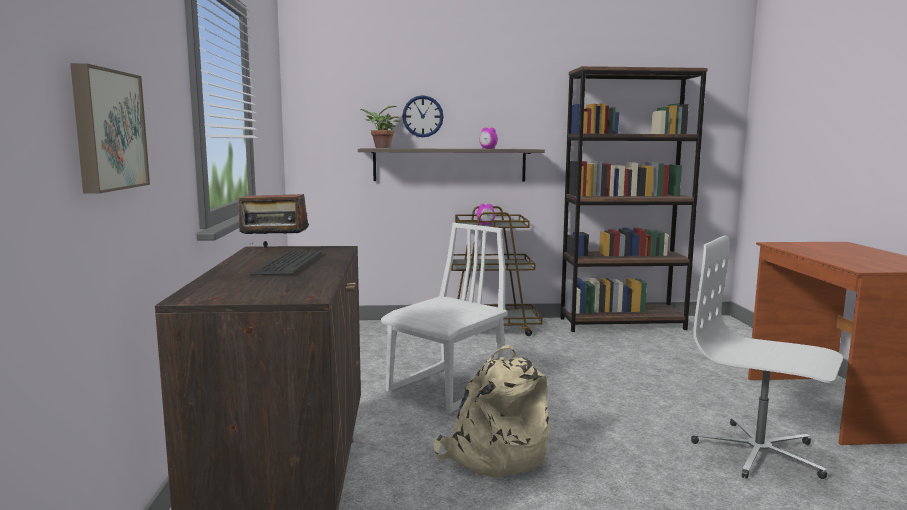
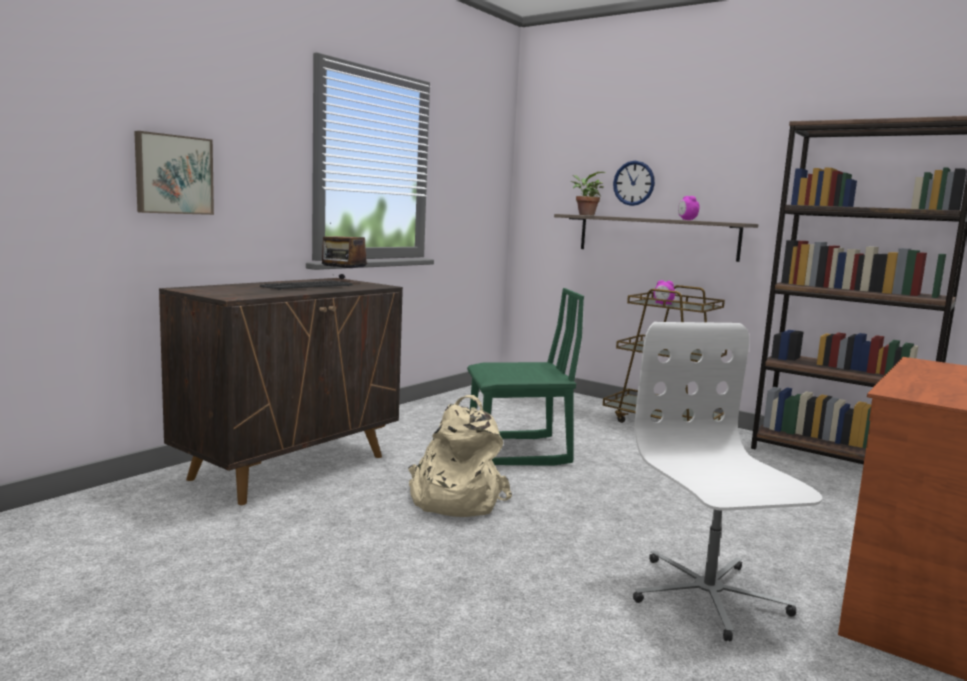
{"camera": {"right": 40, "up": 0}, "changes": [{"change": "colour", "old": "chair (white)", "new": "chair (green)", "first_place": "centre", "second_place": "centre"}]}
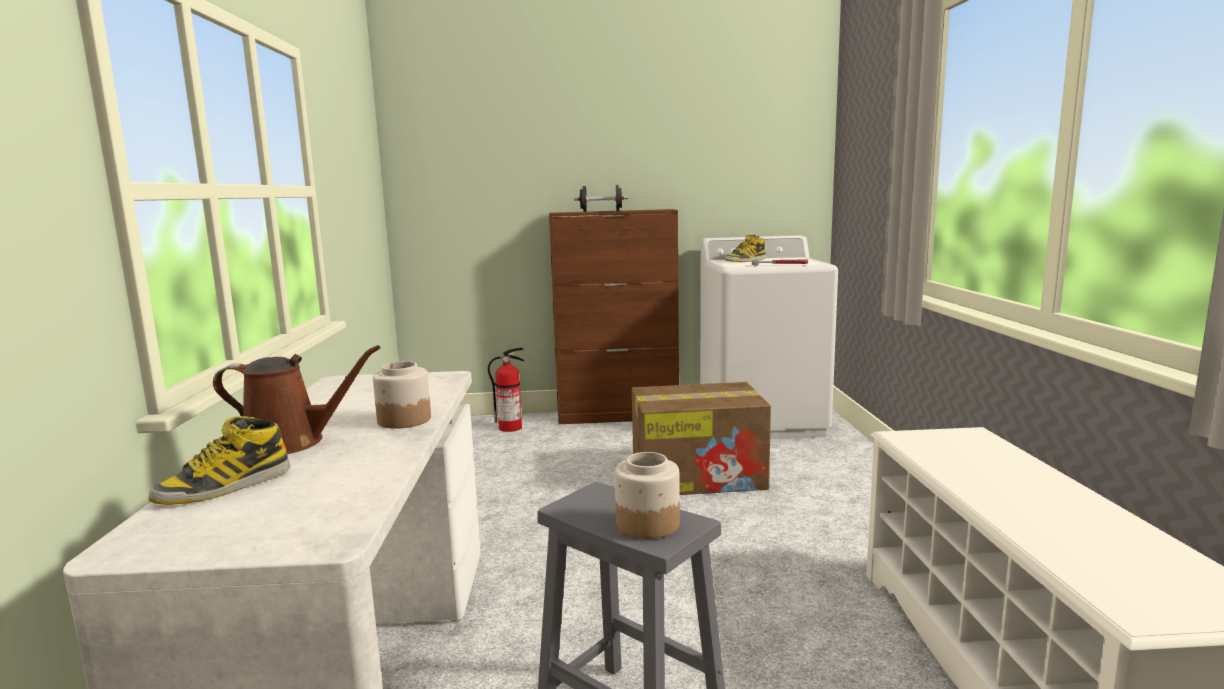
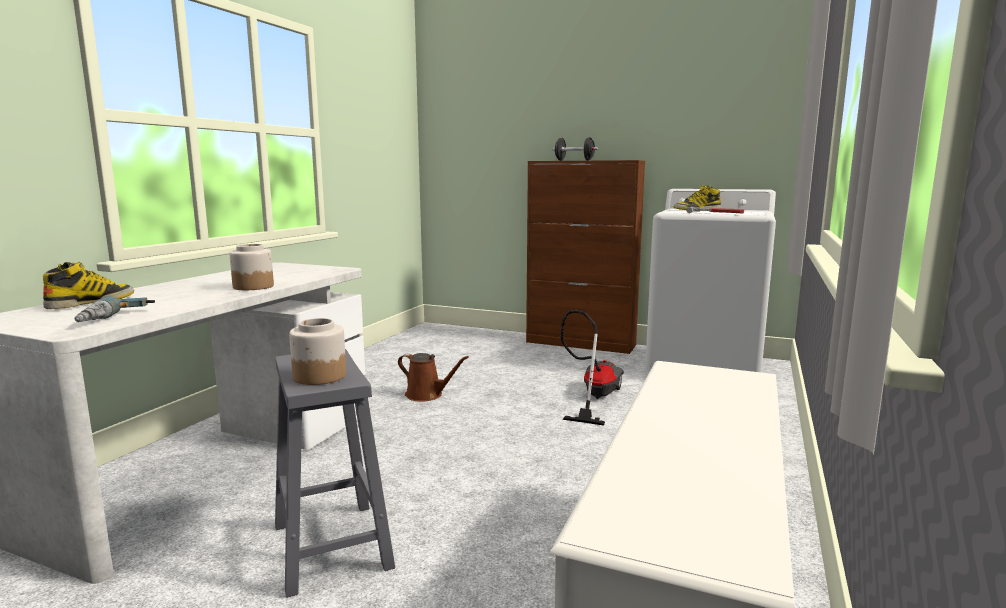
{"camera": {"right": 25, "up": 0}, "changes": [{"change": "relocated", "old": "watering can (brown)", "first_place": "middle left", "second_place": "centre"}, {"change": "missing", "old": "fire extinguisher", "first_place": "centre"}, {"change": "exchanged", "old": "cardboard box", "new": "vacuum cleaner", "first_place": "centre", "second_place": "centre"}, {"change": "spun", "old": "boot (no. 1 from left)", "first_place": "bottom left", "second_place": "middle left", "degrees": 135}, {"change": "appeared", "new": "power drill", "second_place": "middle left"}]}
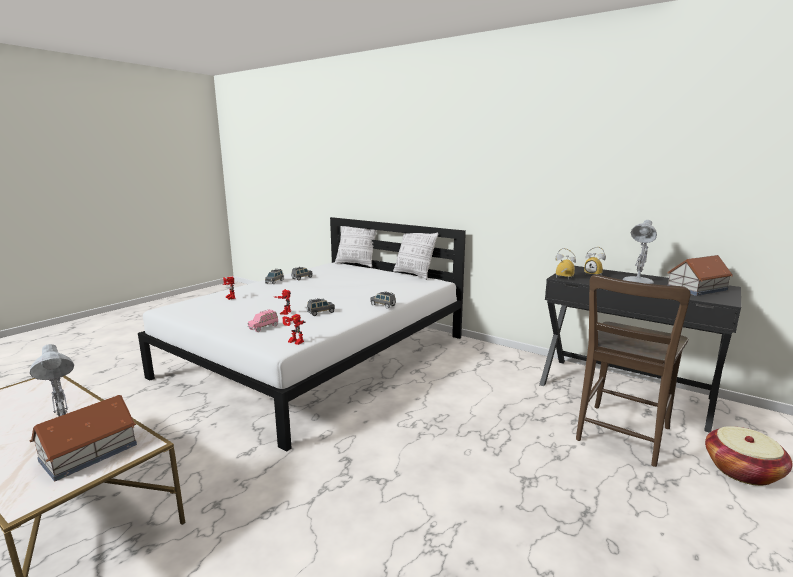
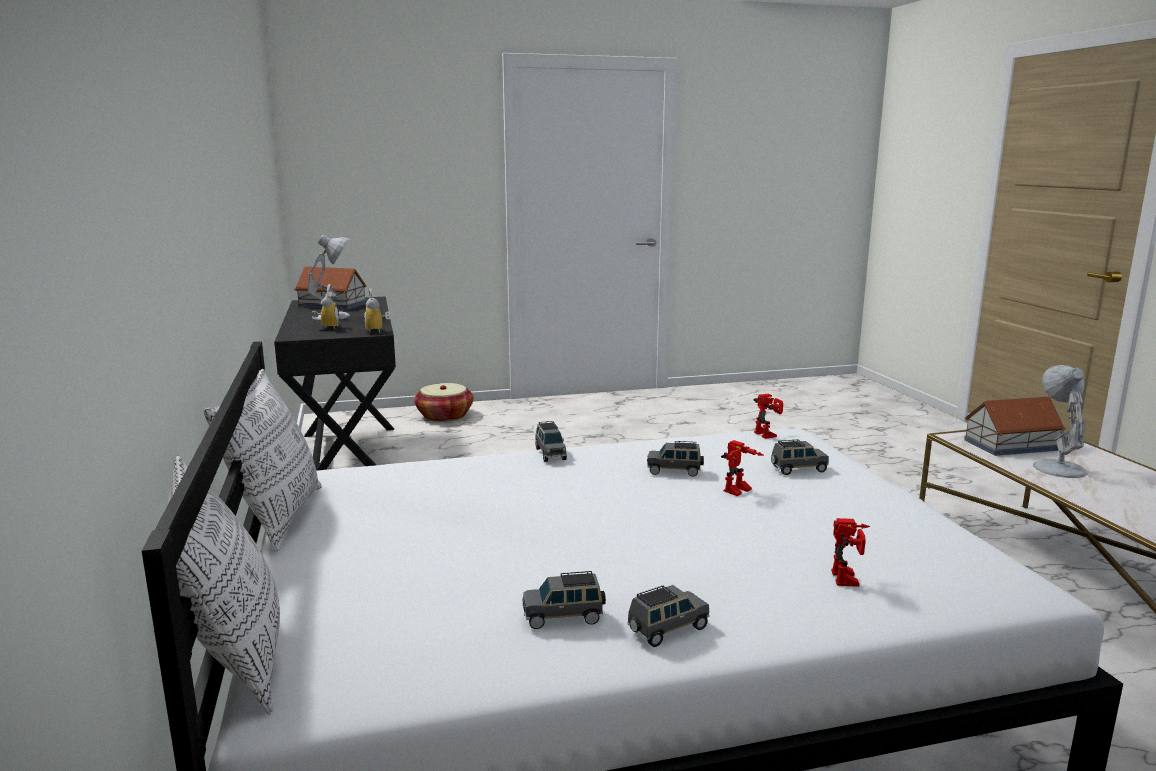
{"camera": {"right": -140, "up": 0}, "changes": [{"change": "missing", "old": "chair (brown)", "first_place": "middle right"}, {"change": "colour", "old": "toy car (pink)", "new": "toy car (grey) (no. 5 from left)", "first_place": "middle left", "second_place": "middle right"}]}
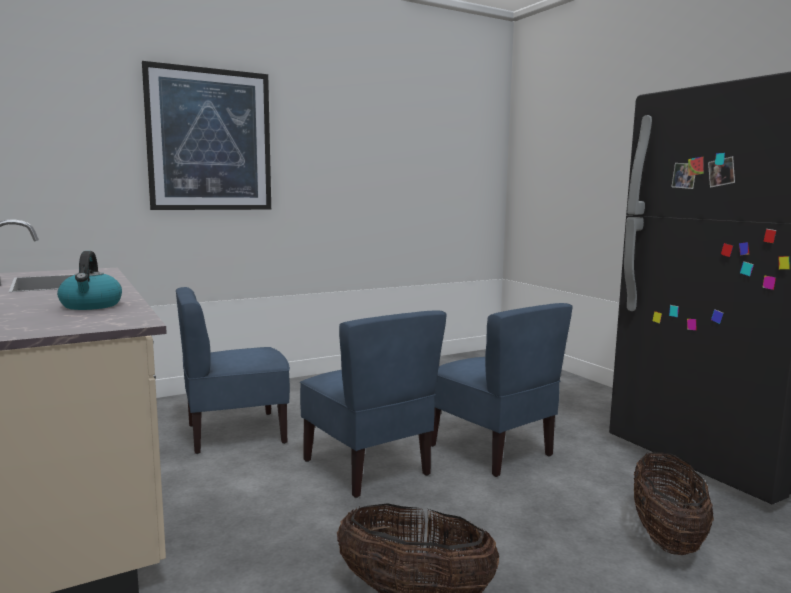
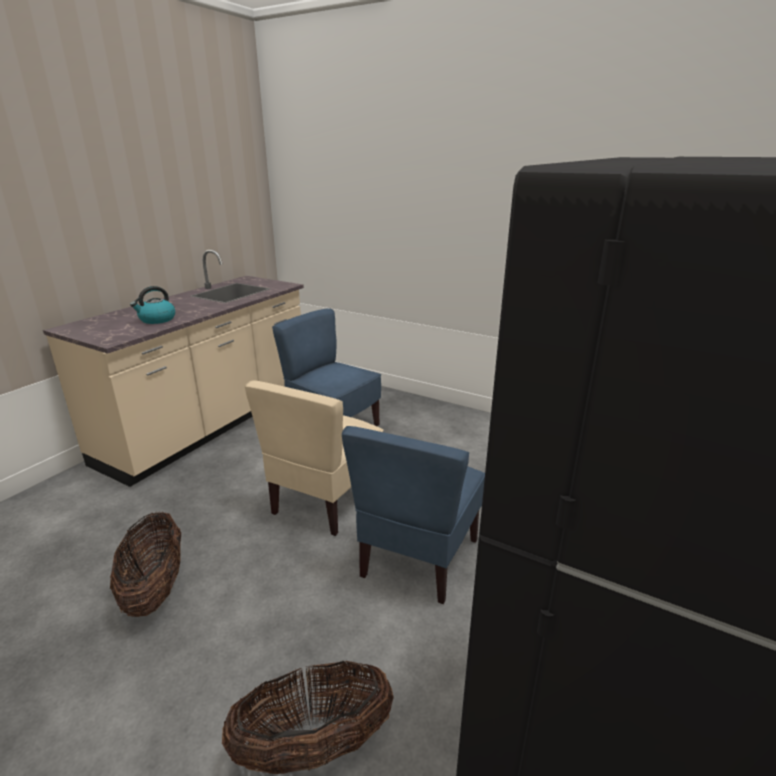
{"camera": {"right": 60, "up": 15}, "changes": [{"change": "missing", "old": "picture", "first_place": "top left"}, {"change": "colour", "old": "chair (blue) (no. 2 from left)", "new": "chair (beige)", "first_place": "bottom centre", "second_place": "centre"}]}
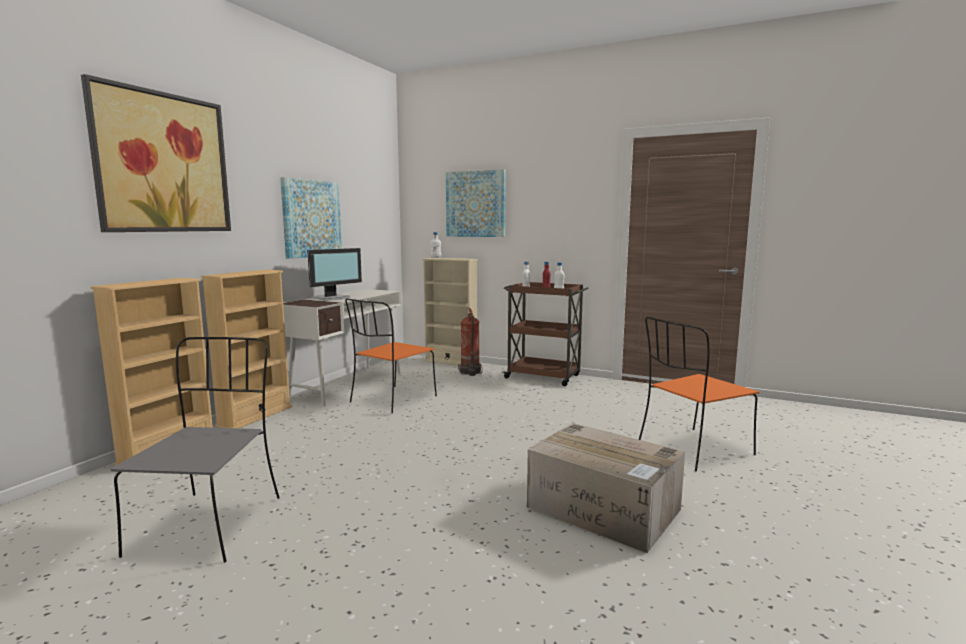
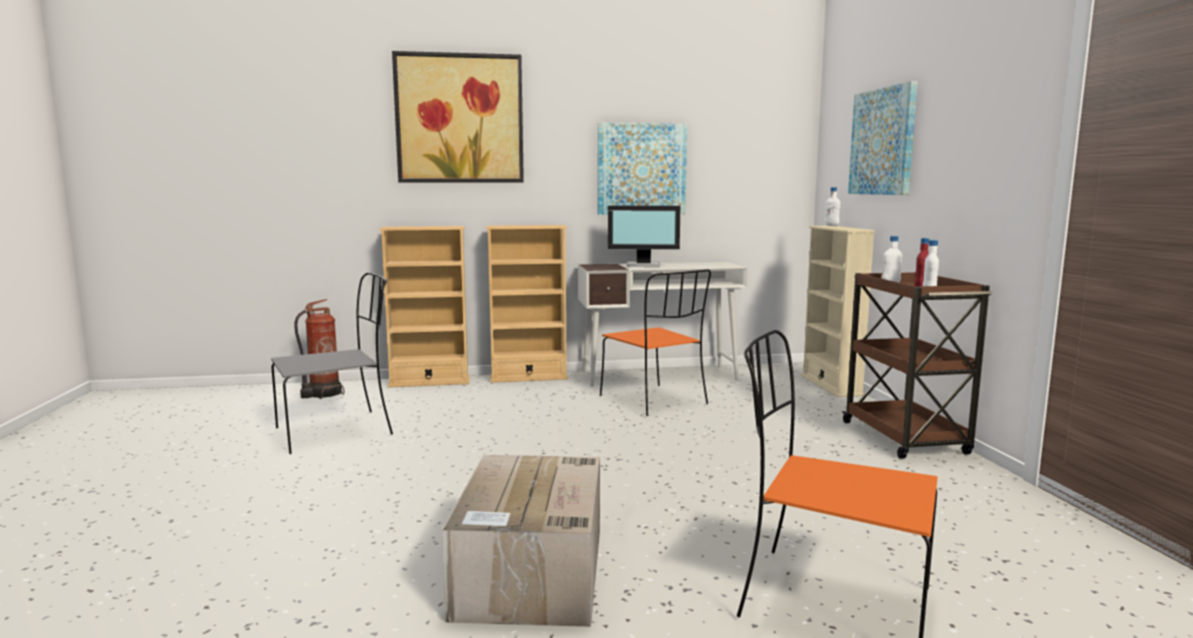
{"camera": {"right": 55, "up": 0}, "changes": [{"change": "spun", "old": "chair (orange) (no. 1 from left)", "first_place": "centre", "second_place": "centre", "degrees": -120}, {"change": "relocated", "old": "fire extinguisher", "first_place": "centre", "second_place": "middle left"}]}
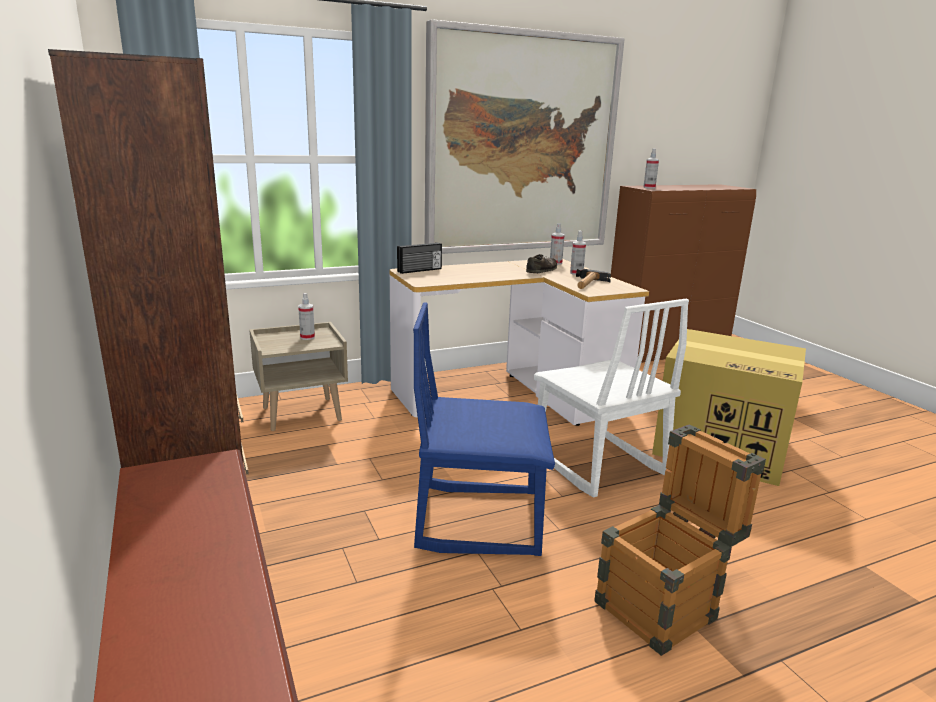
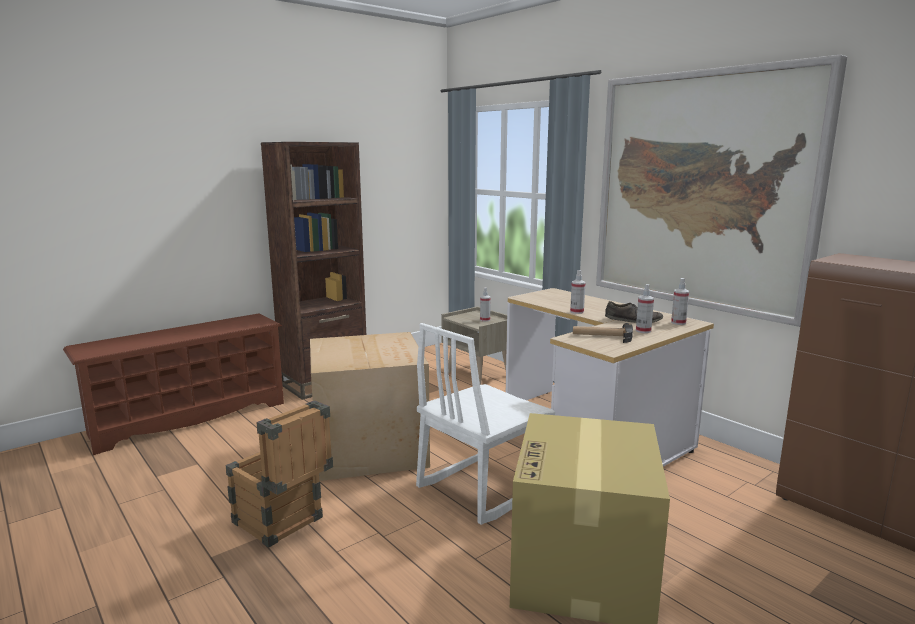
{"camera": {"right": 75, "up": -5}, "changes": [{"change": "relocated", "old": "spray bottle (no. 4 from left in the first image)", "new": "spray bottle (no. 2 from left)", "first_place": "top right", "second_place": "centre"}, {"change": "missing", "old": "radio", "first_place": "centre"}, {"change": "exchanged", "old": "chair (blue)", "new": "cardboard box (no. 1 from left)", "first_place": "centre", "second_place": "centre"}]}
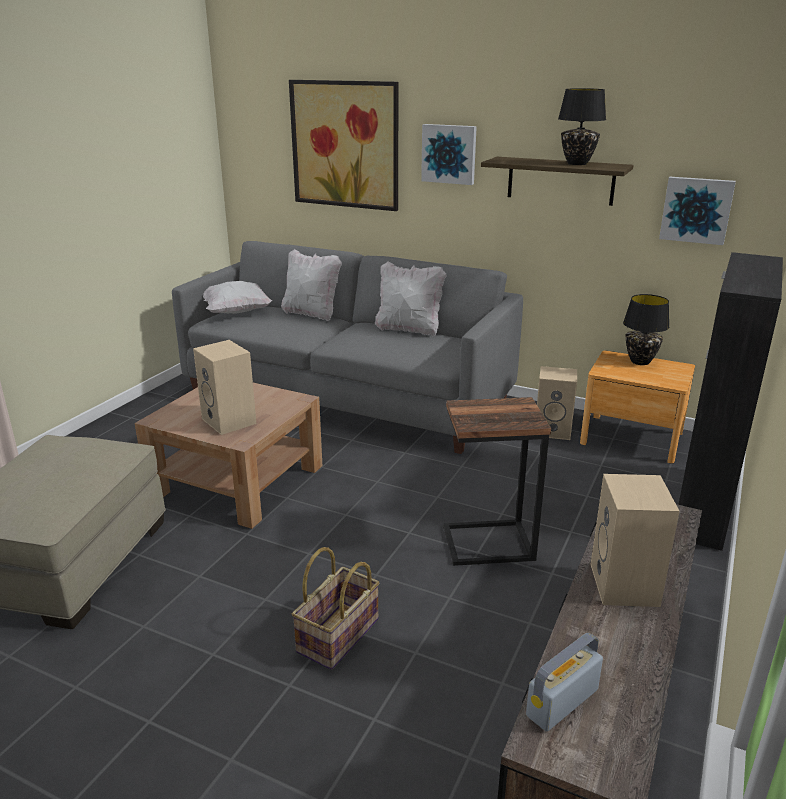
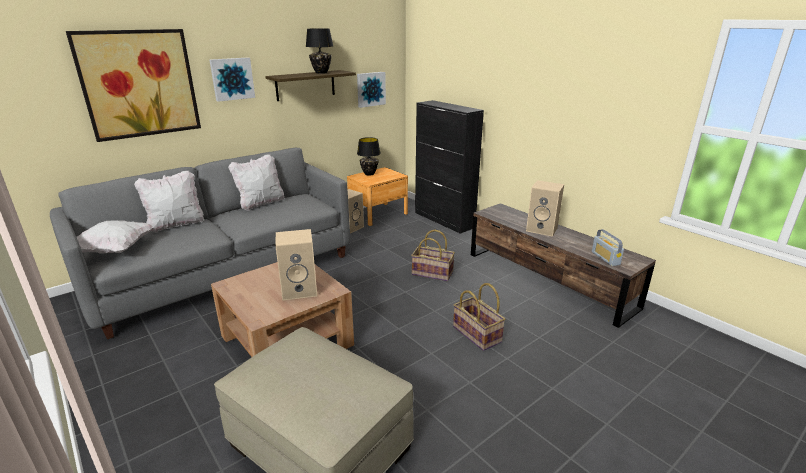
{"camera": {"right": -65, "up": 0}, "changes": [{"change": "exchanged", "old": "side table", "new": "basket (no. 1 from left)", "first_place": "centre", "second_place": "centre"}]}
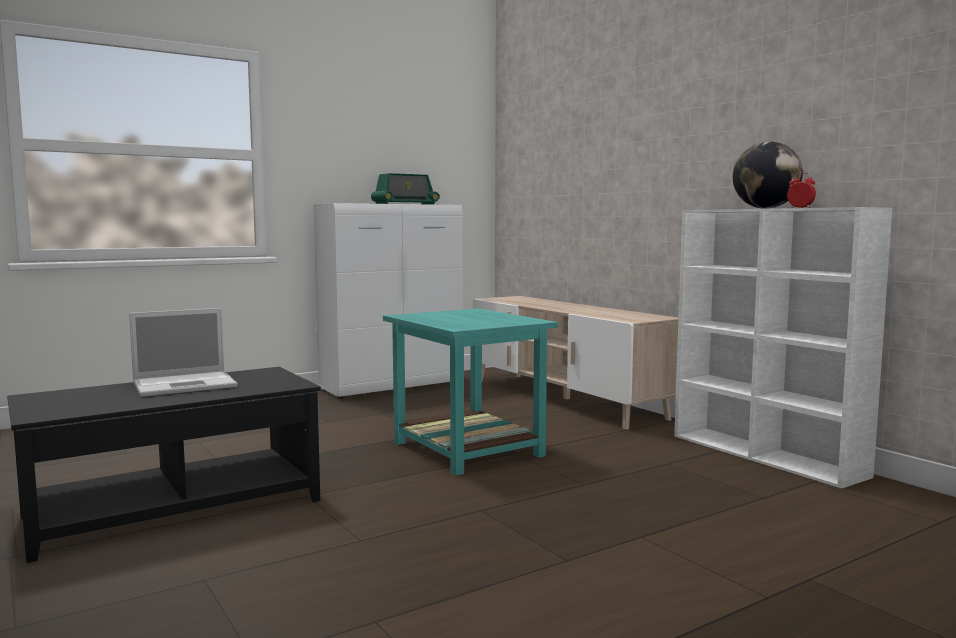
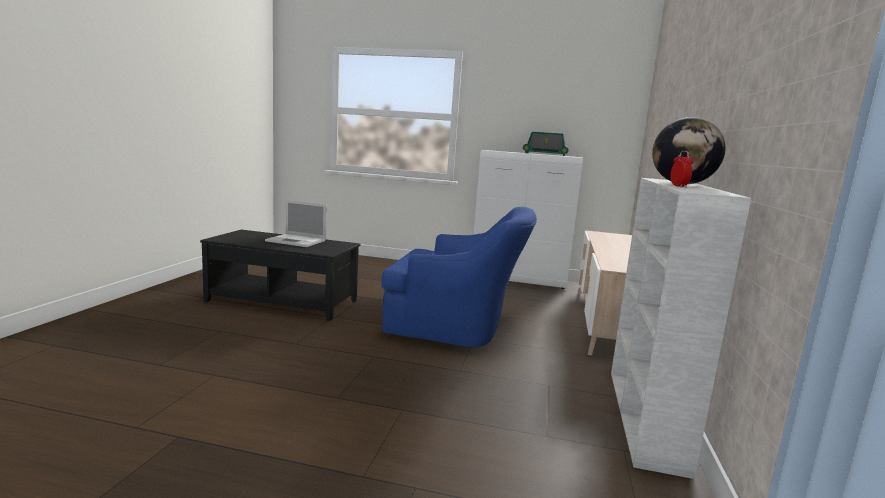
{"camera": {"right": 45, "up": 5}, "changes": [{"change": "exchanged", "old": "side table (turquoise)", "new": "armchair (blue)", "first_place": "centre", "second_place": "centre"}]}
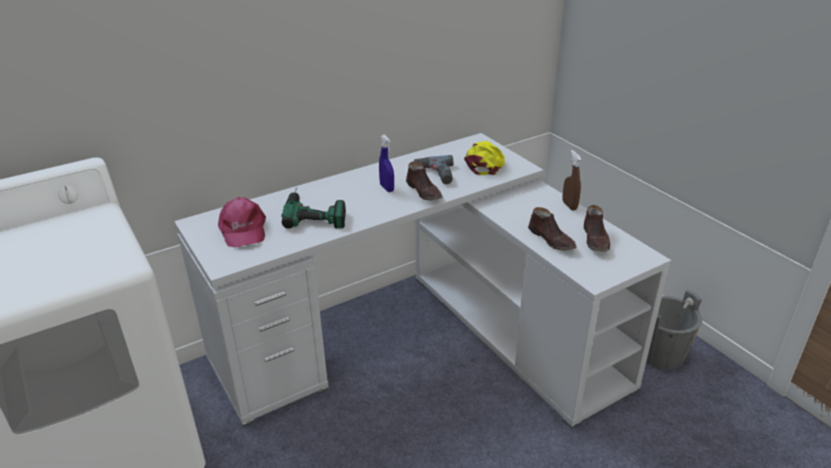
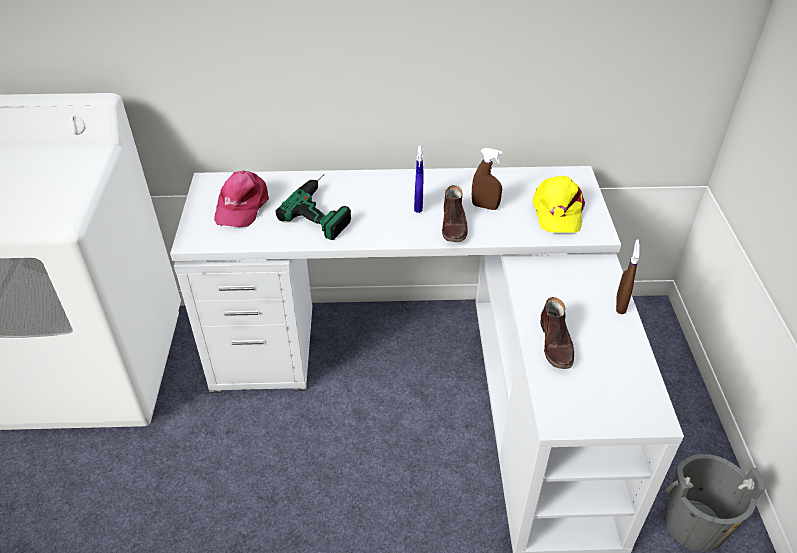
{"camera": {"right": 30, "up": 10}, "changes": [{"change": "spun", "old": "cap (yellow)", "first_place": "centre", "second_place": "middle right", "degrees": 135}, {"change": "exchanged", "old": "power drill (no. 2 from left)", "new": "spray bottle (brown) (no. 1 from left)", "first_place": "centre", "second_place": "top centre"}, {"change": "missing", "old": "shoe (brown) (no. 3 from left)", "first_place": "middle right"}]}
